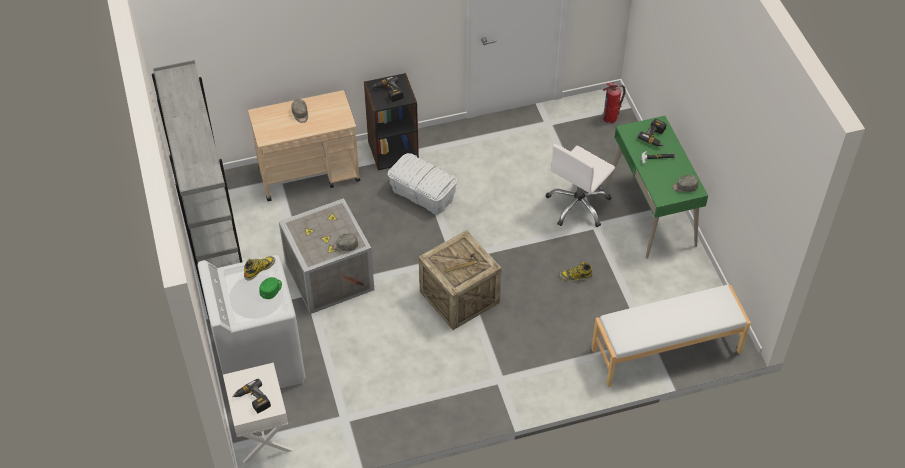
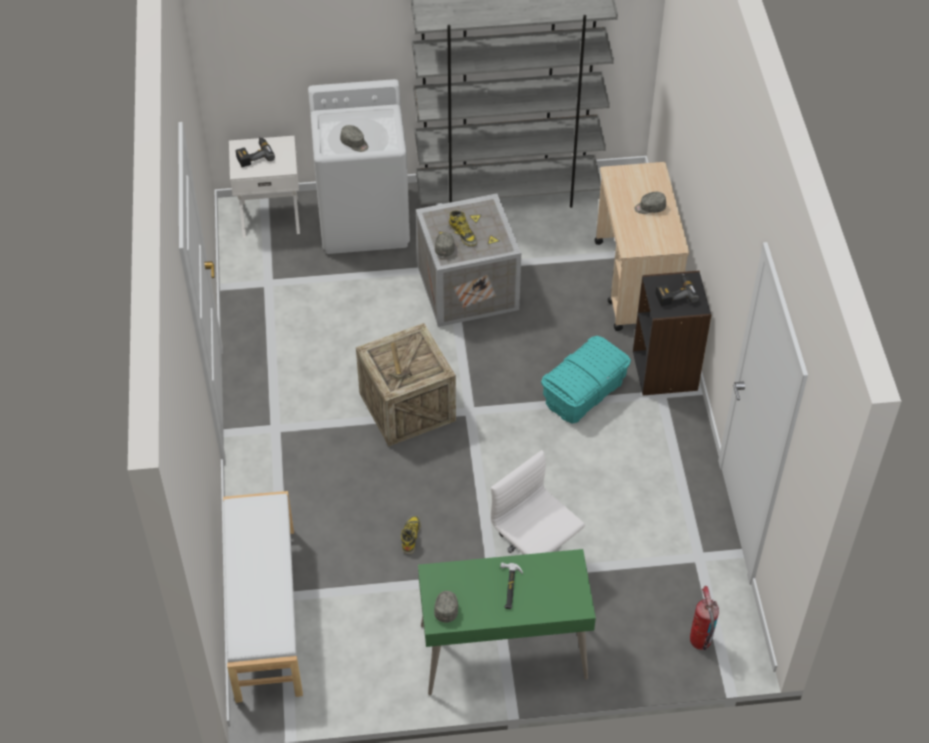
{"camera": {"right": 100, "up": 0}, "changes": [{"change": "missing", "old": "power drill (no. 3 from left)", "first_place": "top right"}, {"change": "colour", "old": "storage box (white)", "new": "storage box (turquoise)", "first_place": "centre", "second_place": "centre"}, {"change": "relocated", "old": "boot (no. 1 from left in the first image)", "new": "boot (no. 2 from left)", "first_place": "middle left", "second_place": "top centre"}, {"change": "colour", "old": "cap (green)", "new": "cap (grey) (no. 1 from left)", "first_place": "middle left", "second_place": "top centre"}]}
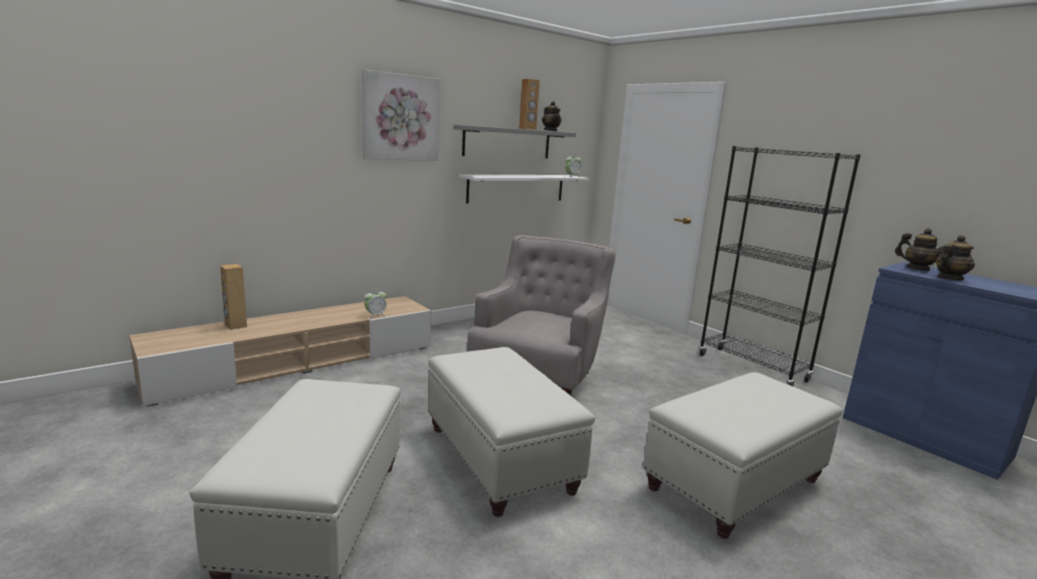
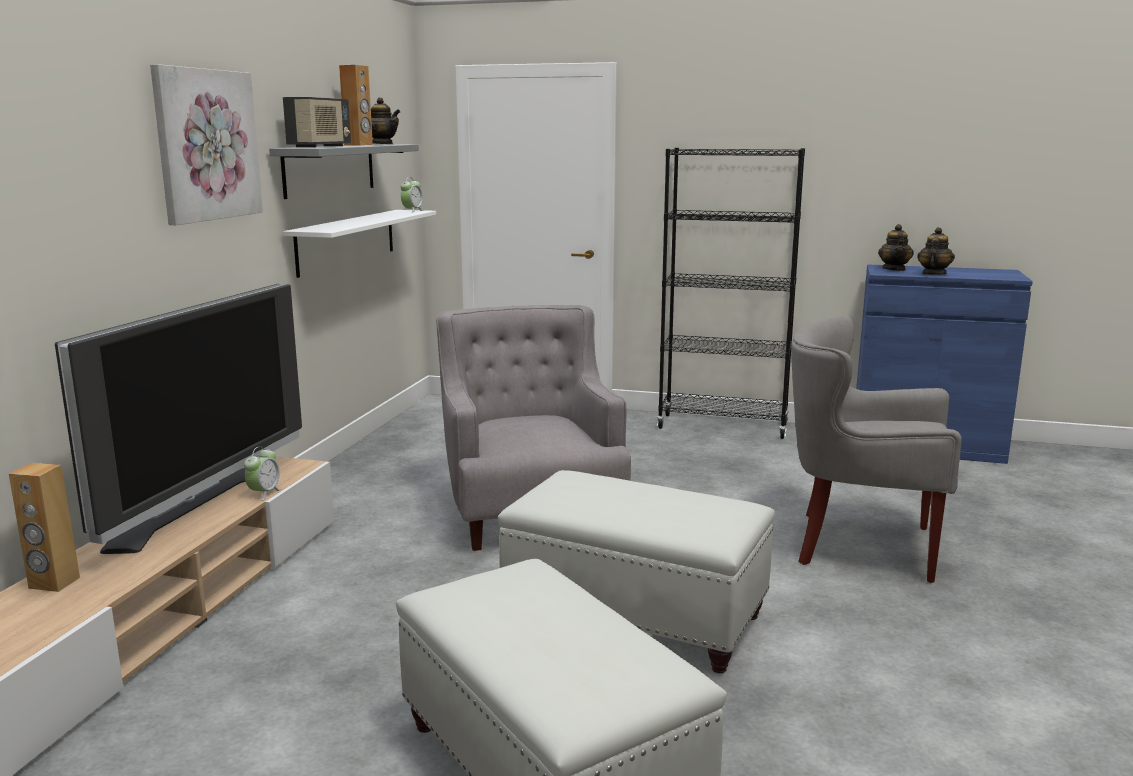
{"camera": {"right": -35, "up": 0}, "changes": [{"change": "spun", "old": "teapot (no. 2 from left)", "first_place": "middle right", "second_place": "top right", "degrees": 90}, {"change": "exchanged", "old": "ottoman (white) (no. 3 from left)", "new": "armchair (grey) (no. 2 from left)", "first_place": "bottom right", "second_place": "middle right"}, {"change": "appeared", "new": "radio", "second_place": "top left"}, {"change": "appeared", "new": "television", "second_place": "middle left"}]}
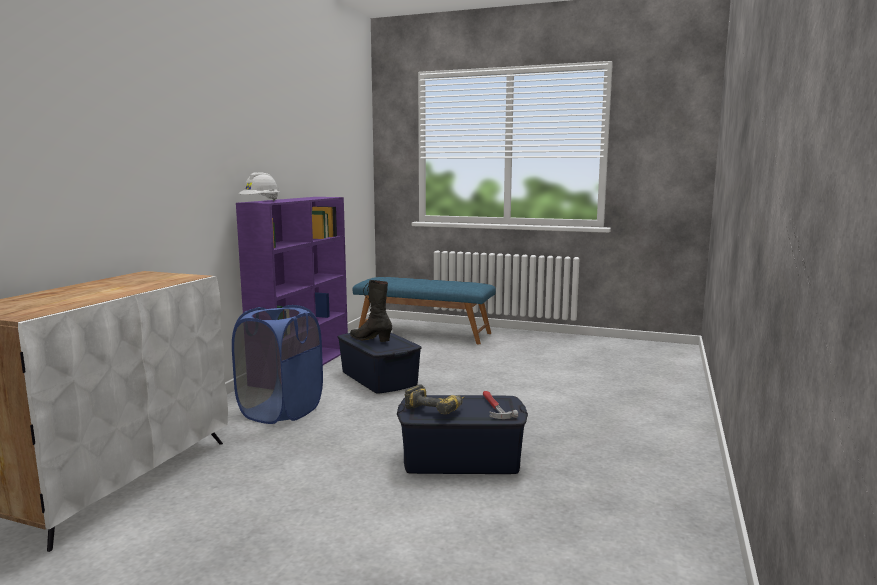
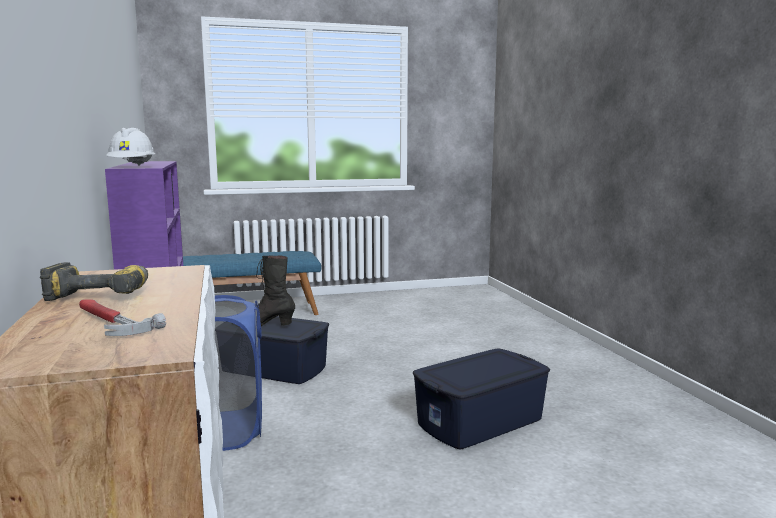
{"camera": {"right": -35, "up": 0}, "changes": [{"change": "relocated", "old": "power drill", "first_place": "bottom centre", "second_place": "middle left"}, {"change": "relocated", "old": "hammer", "first_place": "bottom centre", "second_place": "middle left"}]}
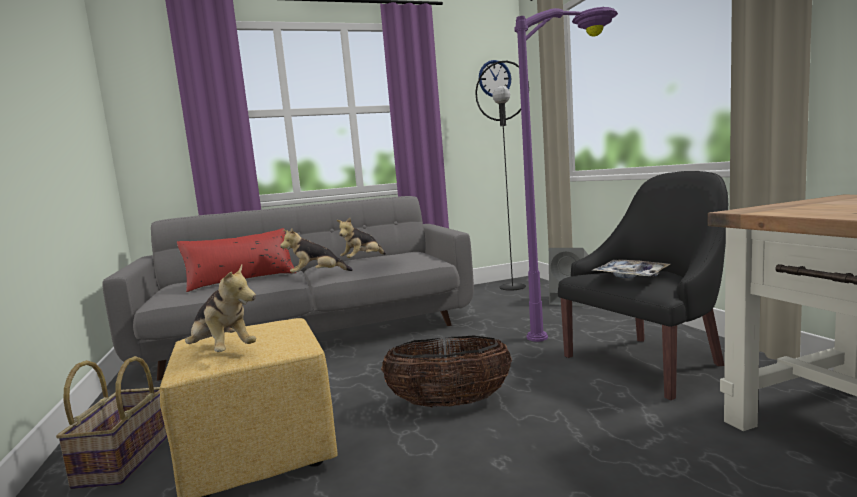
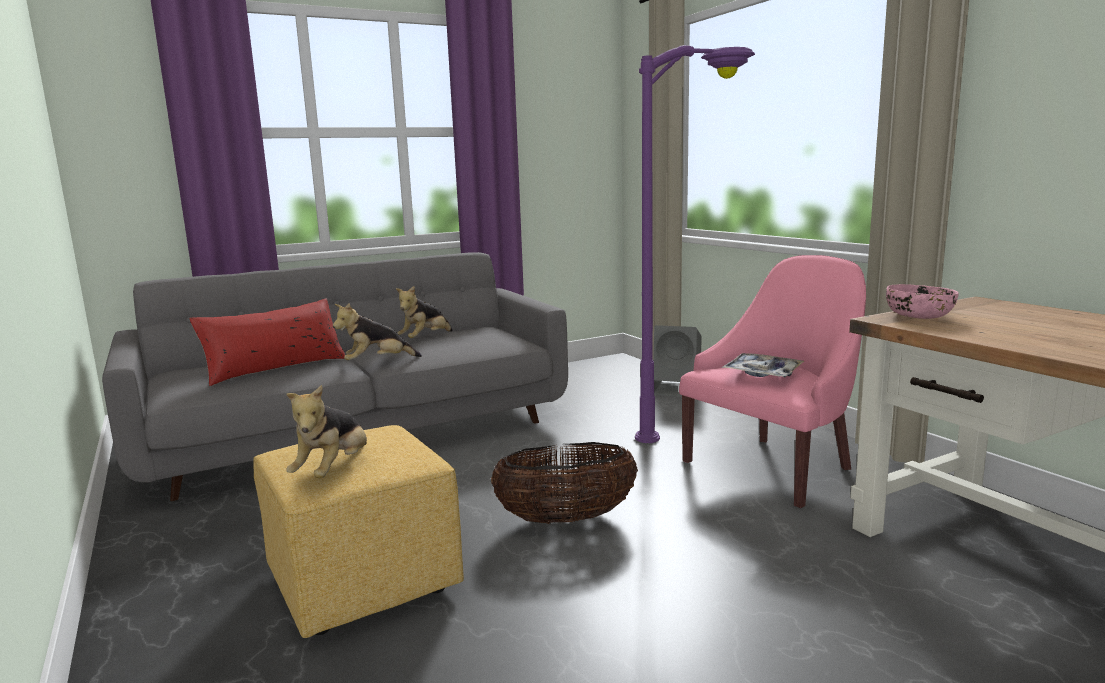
{"camera": {"right": -10, "up": 5}, "changes": [{"change": "missing", "old": "wall clock", "first_place": "top centre"}, {"change": "missing", "old": "floor lamp (black)", "first_place": "centre"}, {"change": "colour", "old": "armchair (black)", "new": "armchair (pink)", "first_place": "middle right", "second_place": "middle right"}, {"change": "spun", "old": "plush toy (no. 1 from left)", "first_place": "middle left", "second_place": "middle left", "degrees": 75}, {"change": "missing", "old": "basket (no. 1 from left)", "first_place": "bottom left"}, {"change": "appeared", "new": "bowl (pink)", "second_place": "middle right"}]}
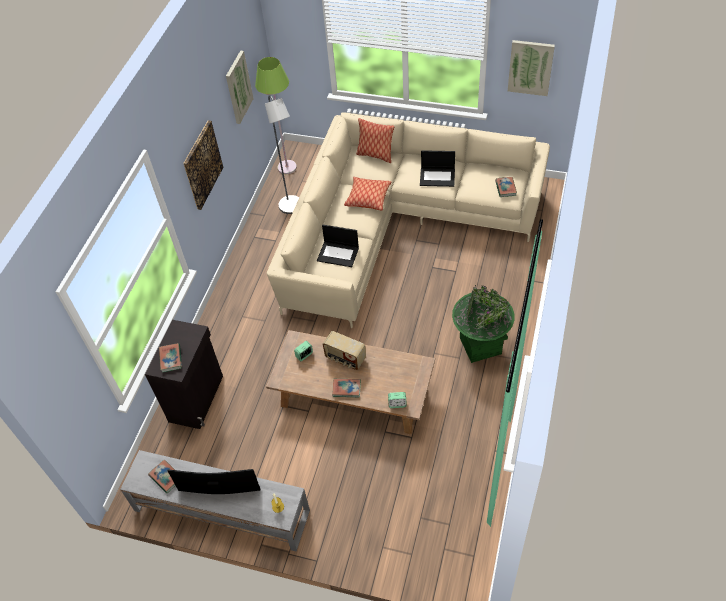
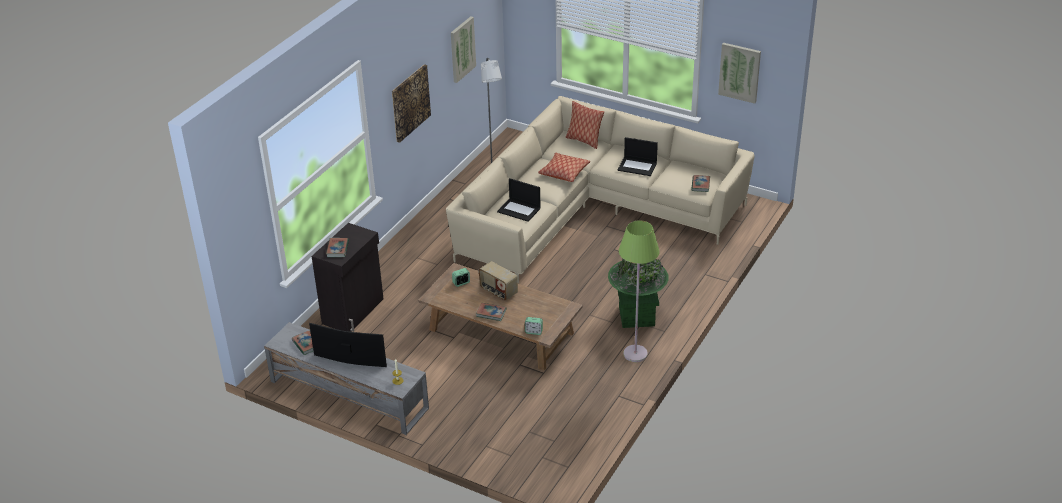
{"camera": {"right": 10, "up": -15}, "changes": [{"change": "relocated", "old": "floor lamp (green)", "first_place": "top centre", "second_place": "centre"}]}
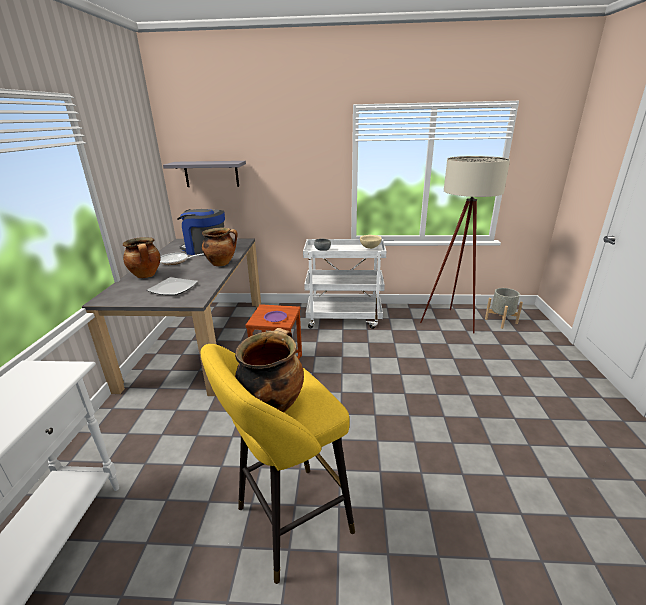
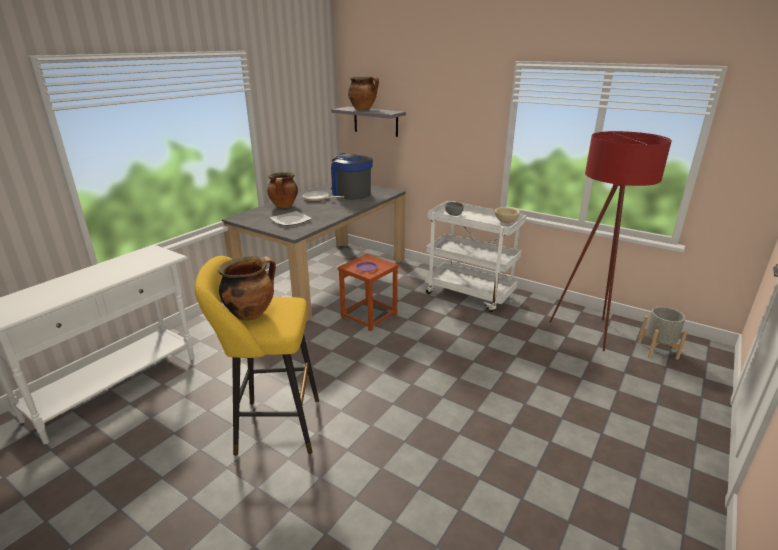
{"camera": {"right": 30, "up": 0}, "changes": [{"change": "colour", "old": "floor lamp (beige)", "new": "floor lamp (red)", "first_place": "middle right", "second_place": "middle right"}, {"change": "relocated", "old": "cooking pot (no. 2 from left in the first image)", "new": "cooking pot (no. 3 from left)", "first_place": "centre", "second_place": "top centre"}]}
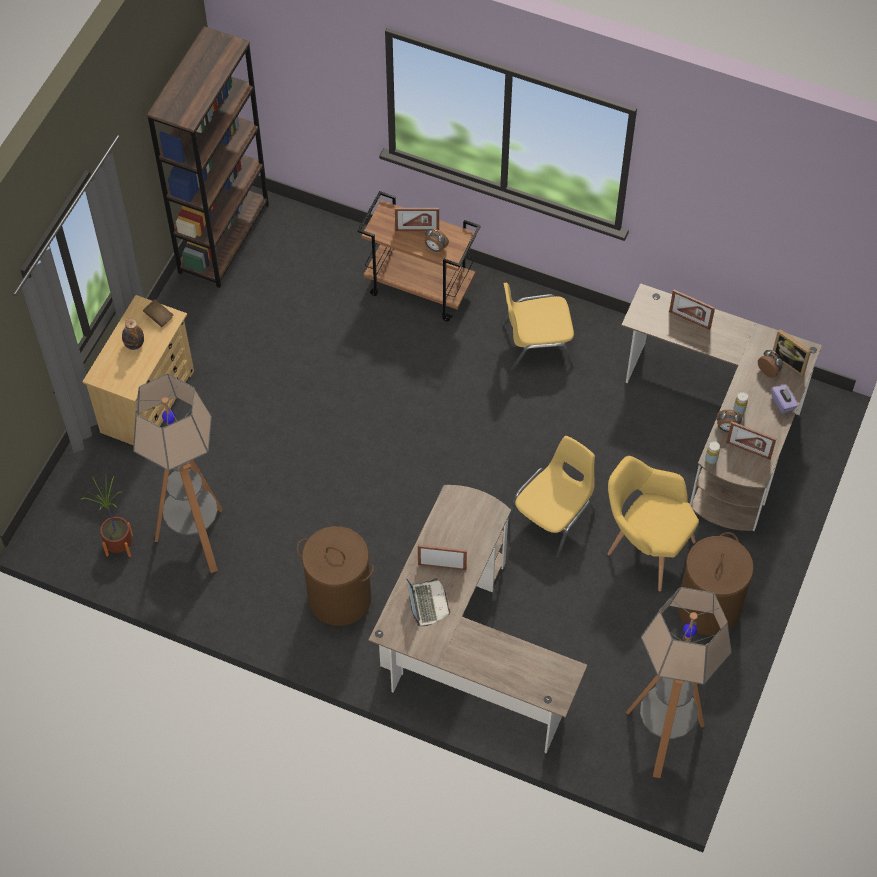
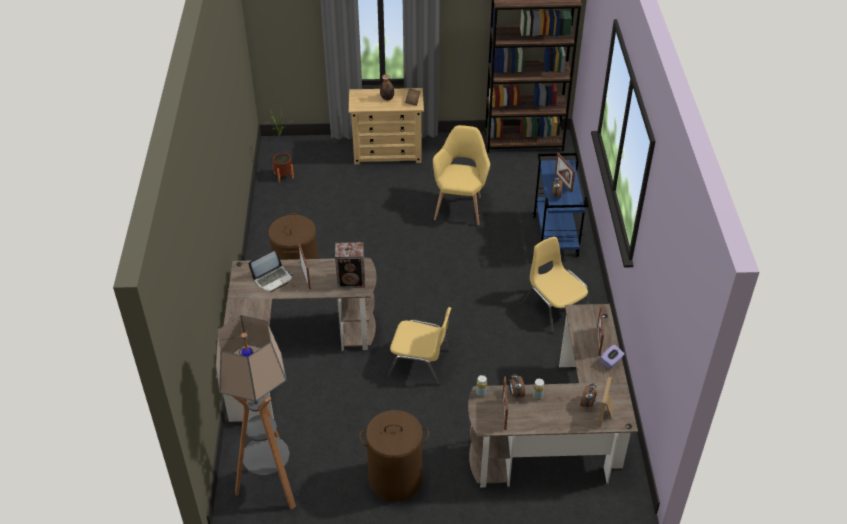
{"camera": {"right": 65, "up": -15}, "changes": [{"change": "colour", "old": "cart (brown)", "new": "cart (blue)", "first_place": "top centre", "second_place": "centre"}, {"change": "missing", "old": "floor lamp (no. 1 from left)", "first_place": "middle left"}, {"change": "relocated", "old": "tissue box (purple)", "first_place": "middle right", "second_place": "bottom right"}, {"change": "relocated", "old": "armchair (yellow)", "first_place": "middle right", "second_place": "centre"}, {"change": "appeared", "new": "speaker", "second_place": "centre"}]}
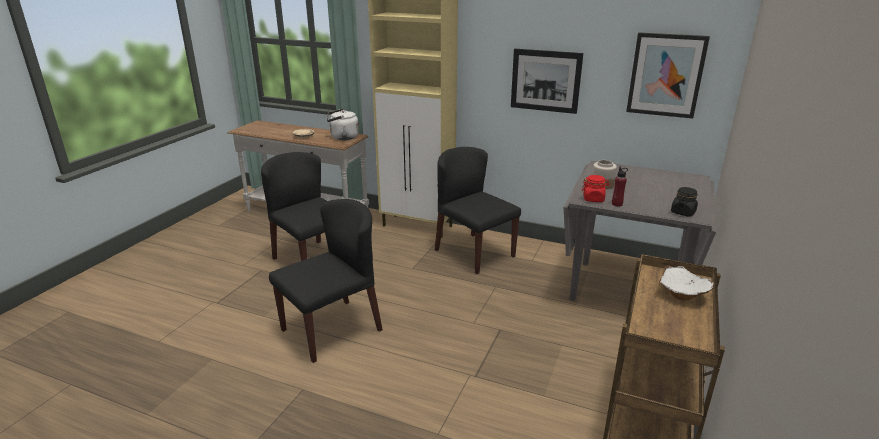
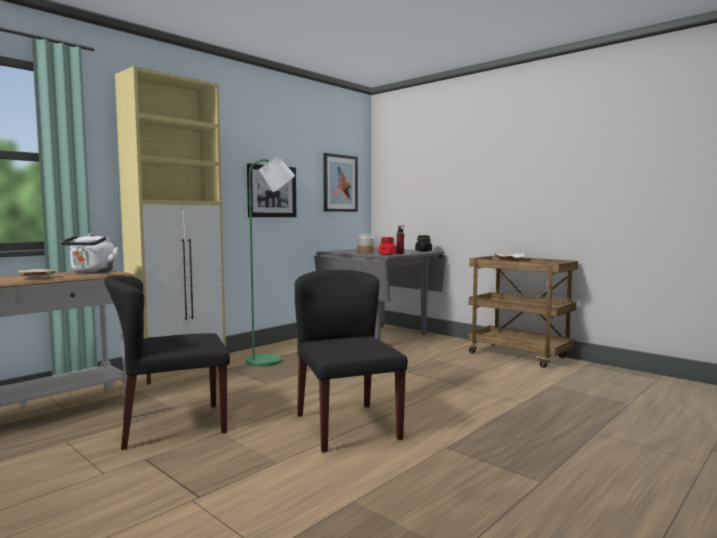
{"camera": {"right": -70, "up": -20}, "changes": [{"change": "exchanged", "old": "chair (black) (no. 3 from left)", "new": "floor lamp (green)", "first_place": "centre", "second_place": "centre"}]}
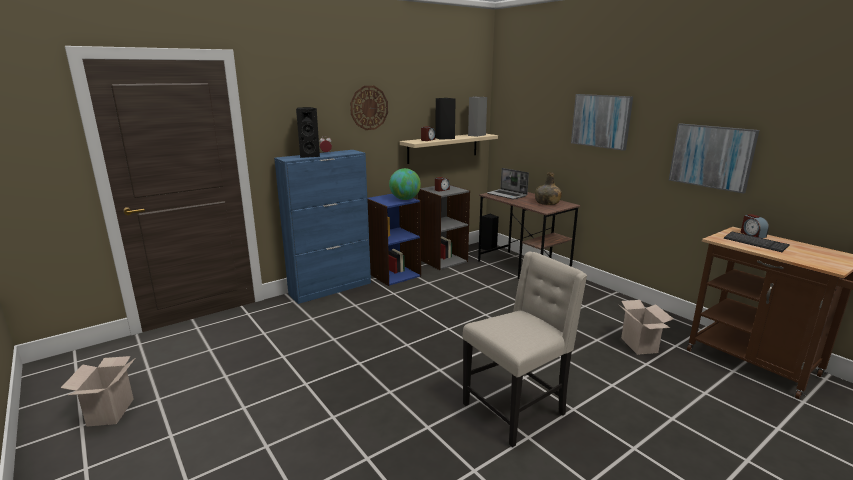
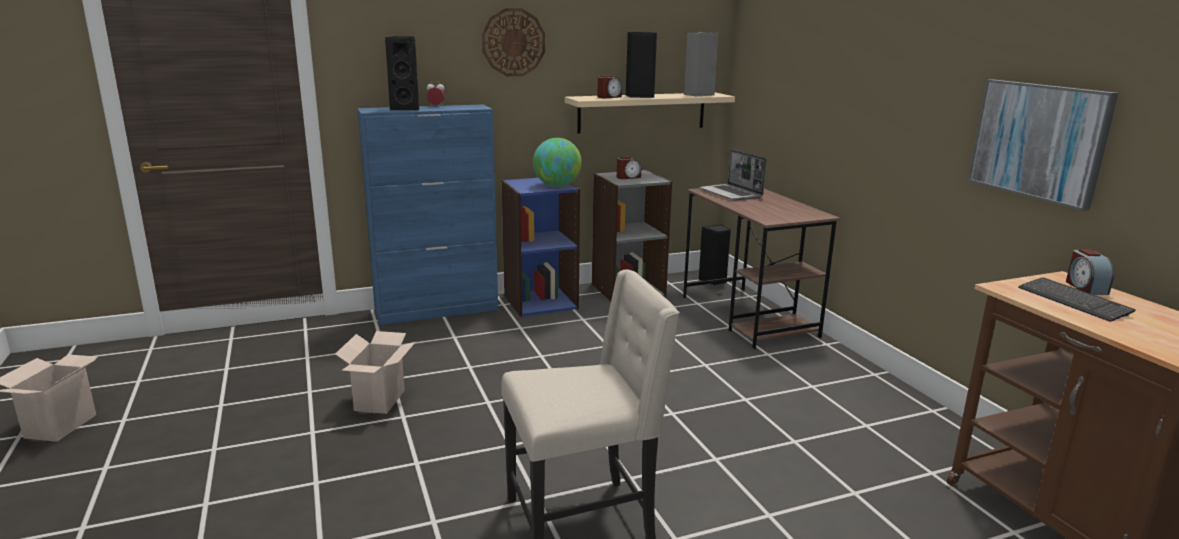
{"camera": {"right": 15, "up": 0}, "changes": [{"change": "missing", "old": "picture (no. 1 from left)", "first_place": "top right"}, {"change": "missing", "old": "bottle (green)", "first_place": "centre"}, {"change": "relocated", "old": "cardboard box (no. 2 from left)", "first_place": "bottom right", "second_place": "bottom left"}]}
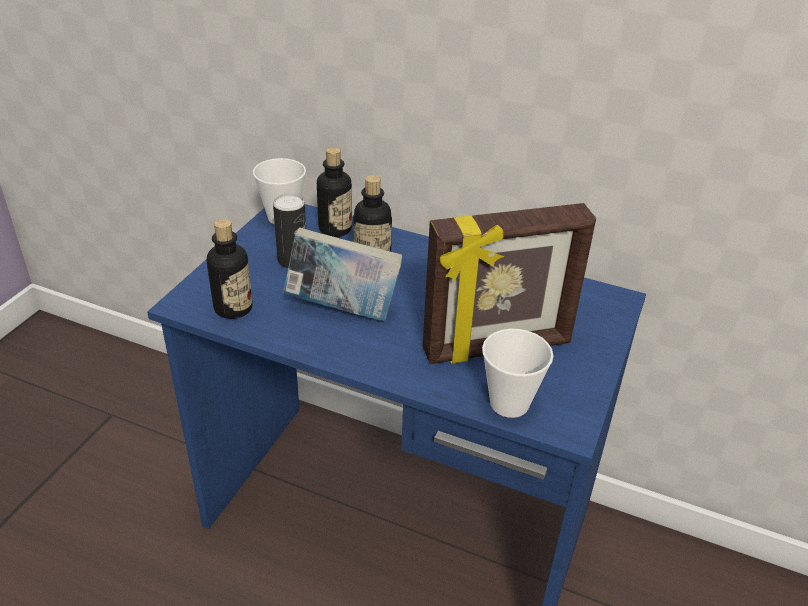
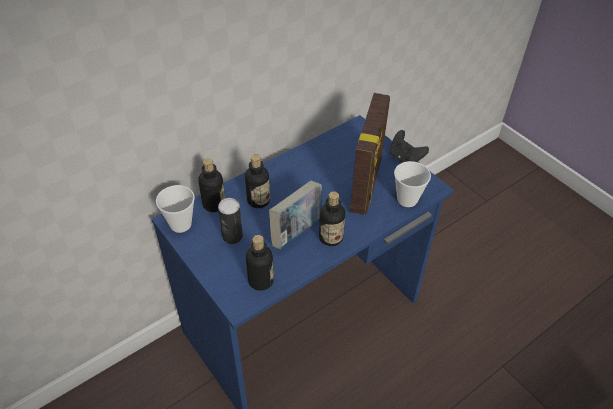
{"camera": {"right": -60, "up": 10}, "changes": [{"change": "appeared", "new": "game controller (black)", "second_place": "middle right"}, {"change": "appeared", "new": "bottle (no. 4 from left)", "second_place": "centre"}]}
